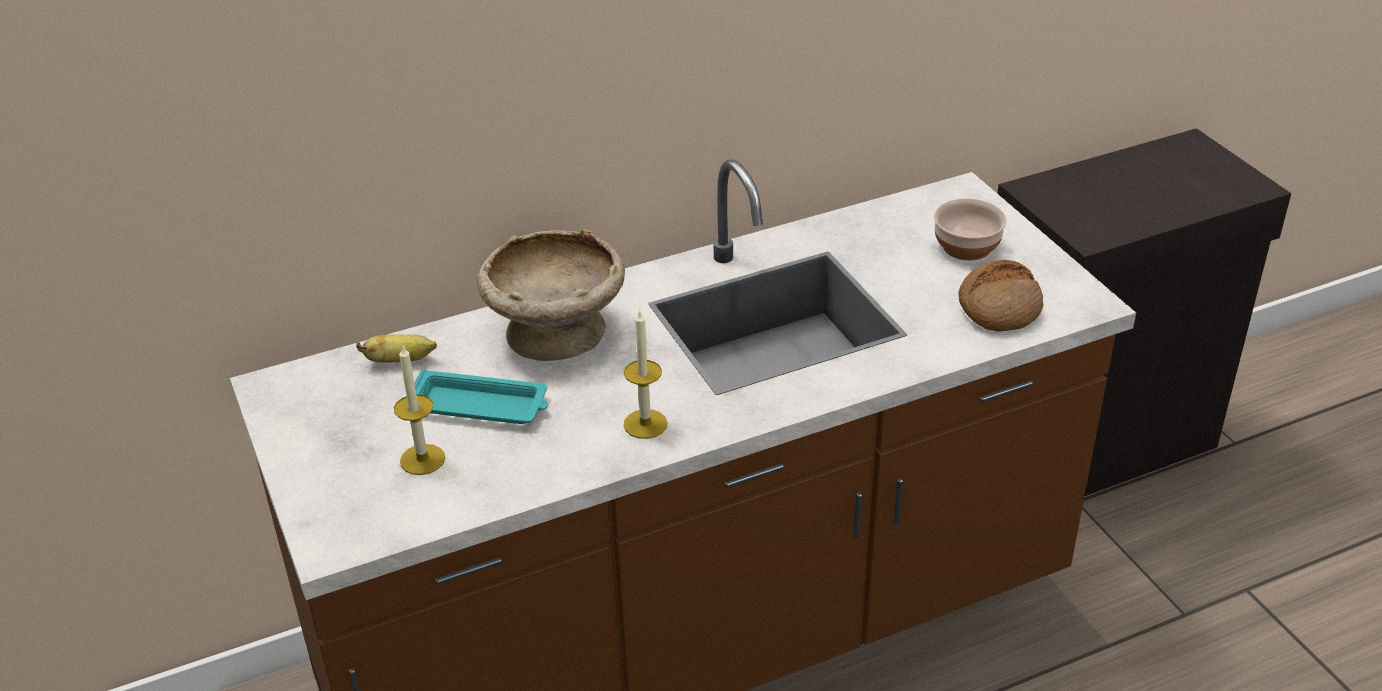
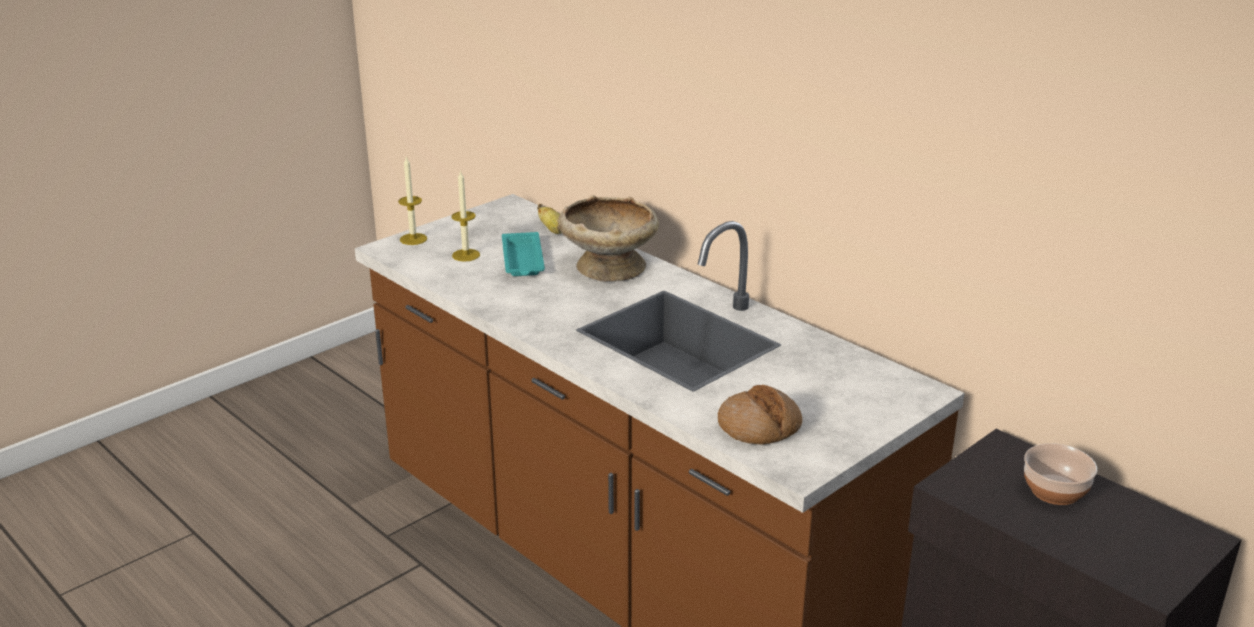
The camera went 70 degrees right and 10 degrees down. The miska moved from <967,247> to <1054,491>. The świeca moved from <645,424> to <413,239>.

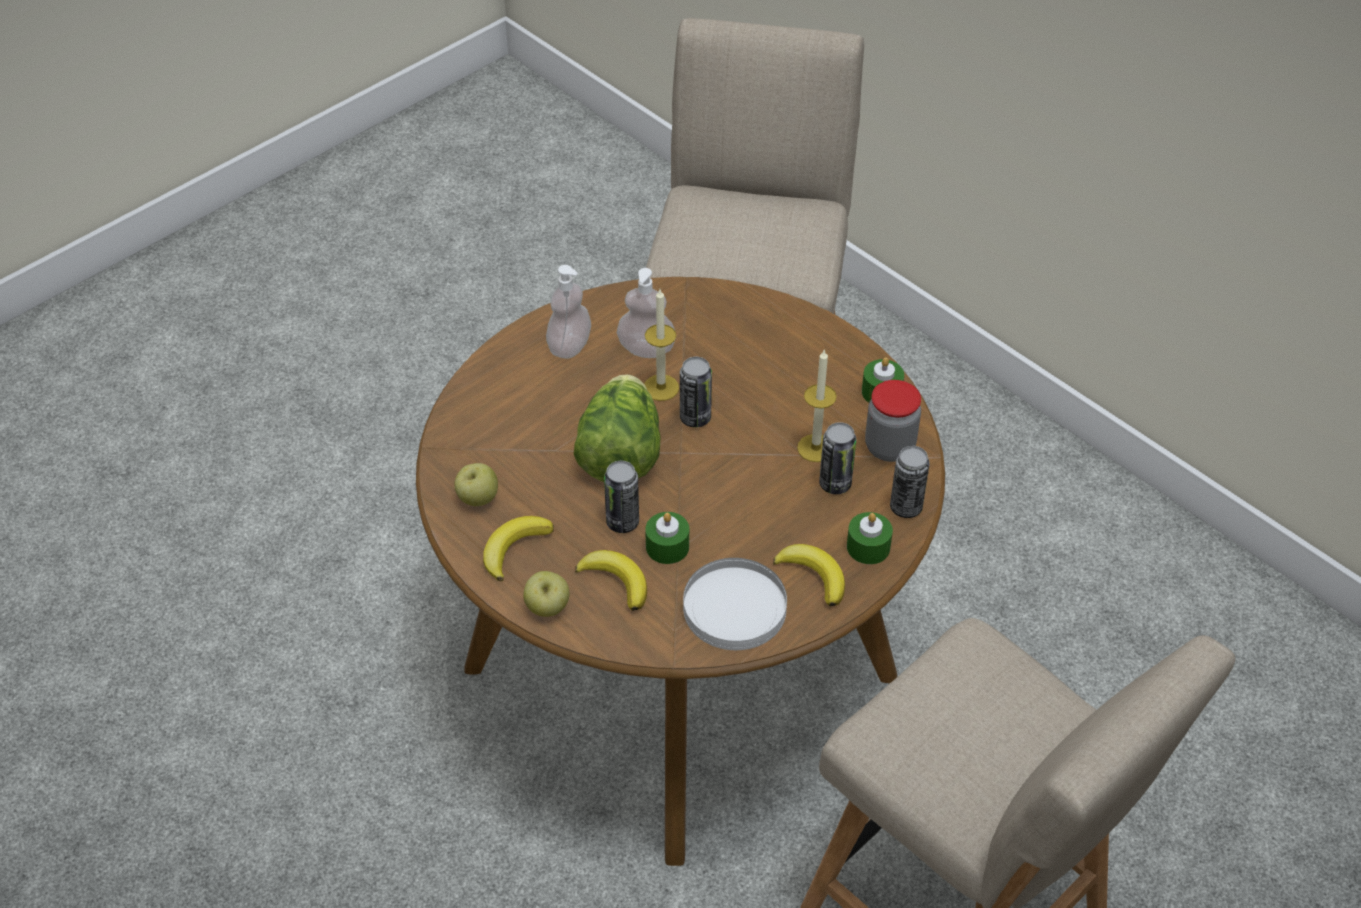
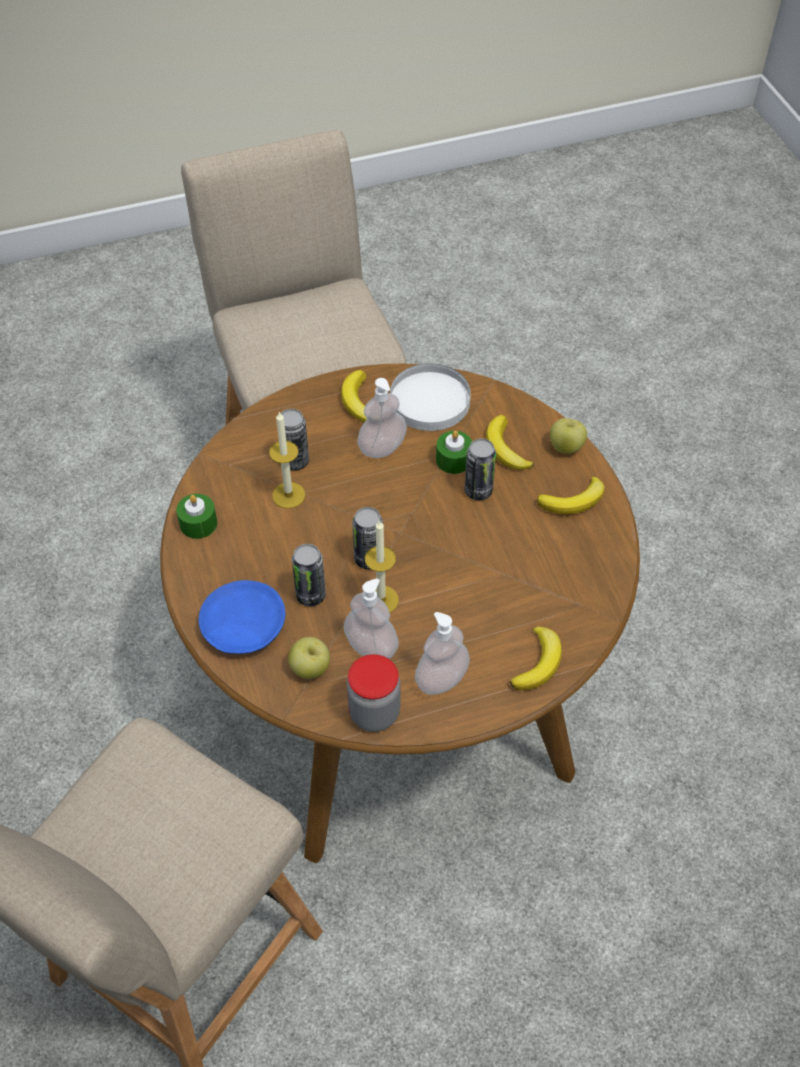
The camera went 155 degrees left and 5 degrees up. The sałata at <620,454> disappeared. The słoik moved from <889,447> to <374,713>. The puszka moved from <906,507> to <310,595>. The jabłko moved from <478,499> to <310,668>. The świeca (zielony) at <868,547> disappeared. The dozownik mydła at <382,447> appeared. The talerz (niebieski) at <242,626> appeared. The banan at <538,662> appeared.

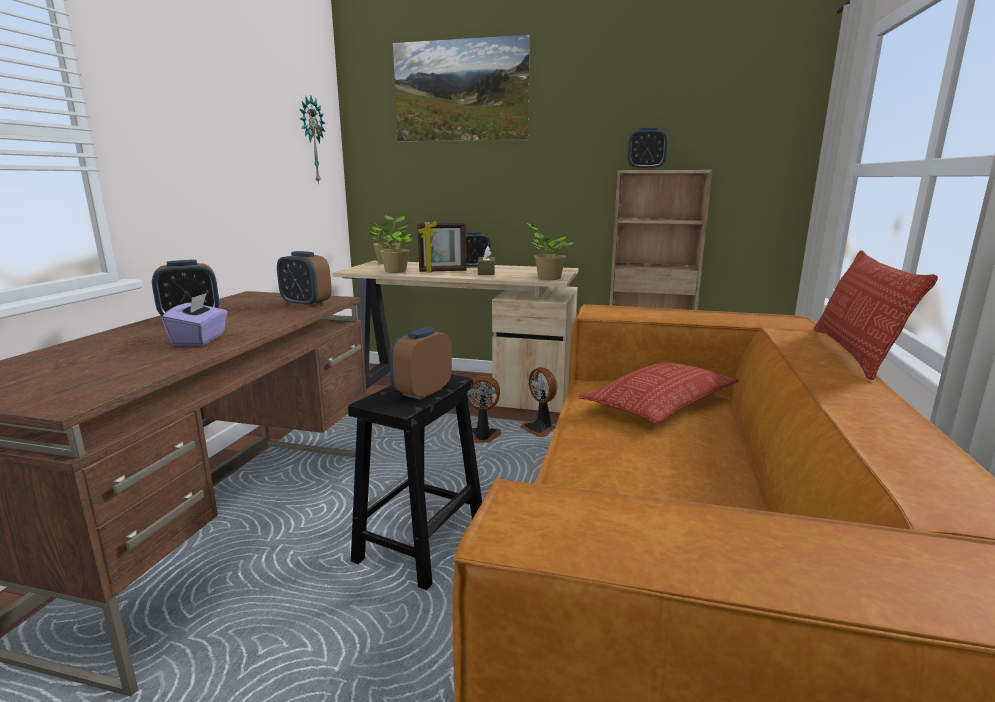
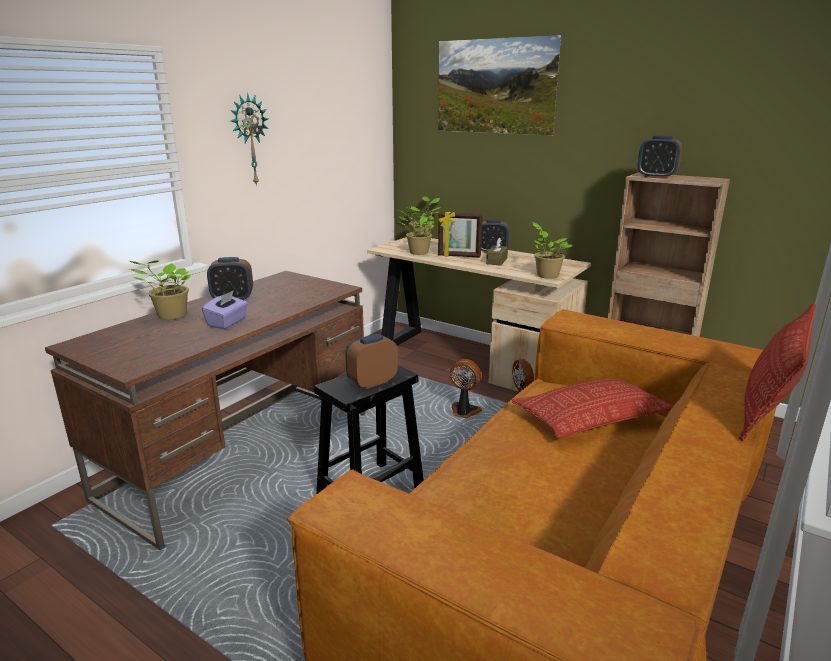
The camera went 20 degrees right and 5 degrees up. The zegar ścienny moved from <311,140> to <249,140>. The budzik at <306,304> disappeared. The roślina doniczkowa at <170,316> appeared.

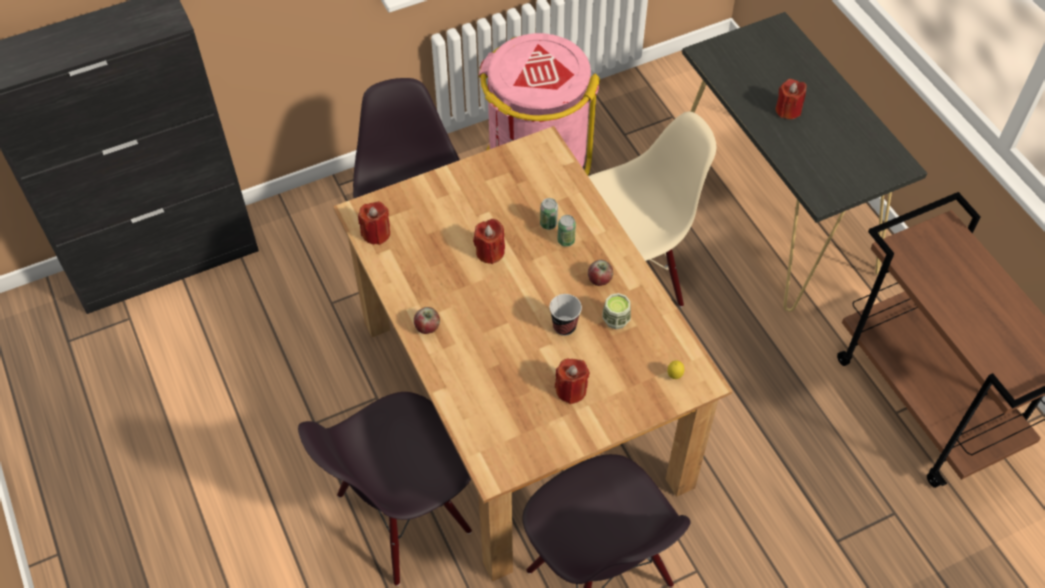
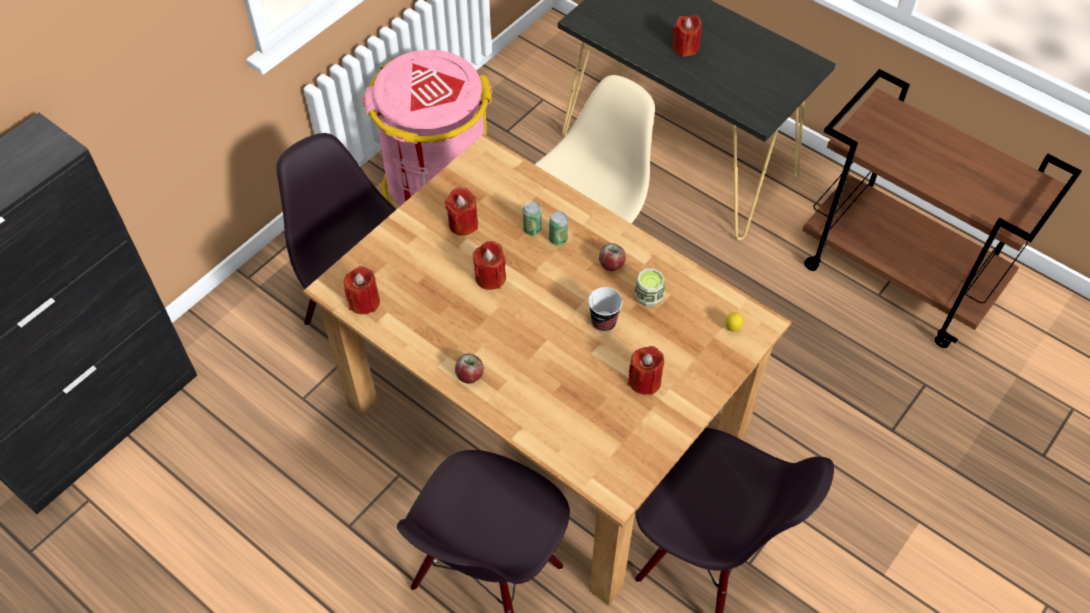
The camera went 25 degrees left and 0 degrees up. The świeca (czerwony) at <463,224> appeared.

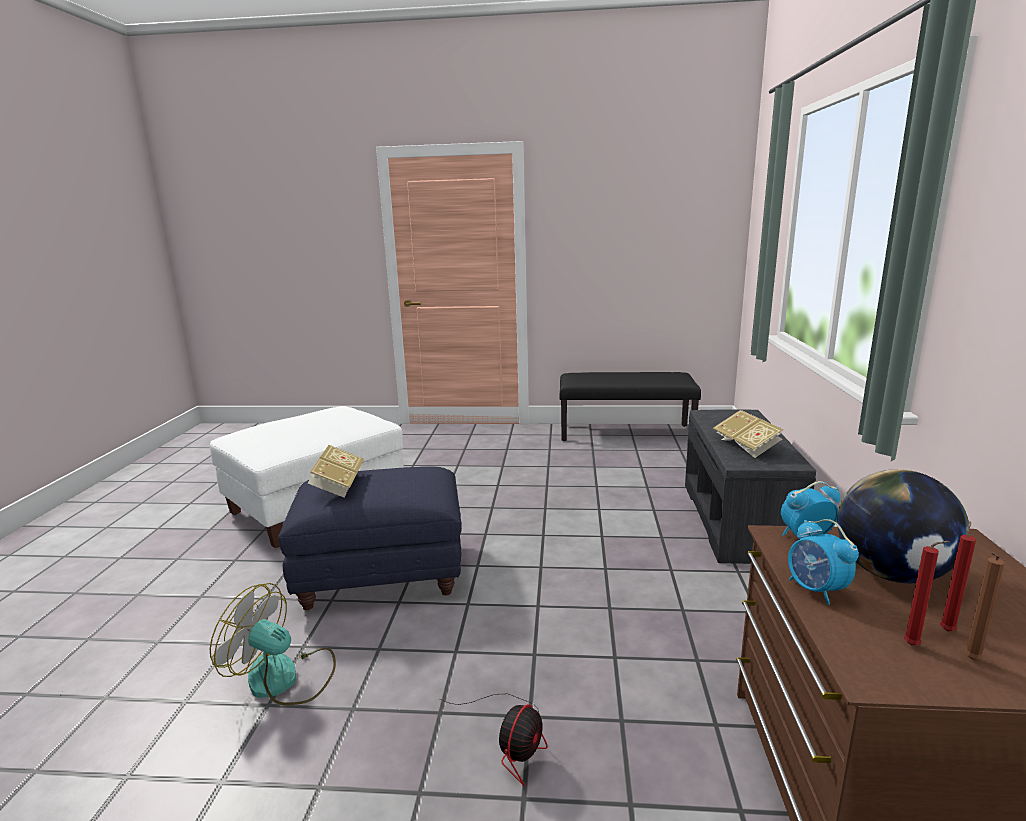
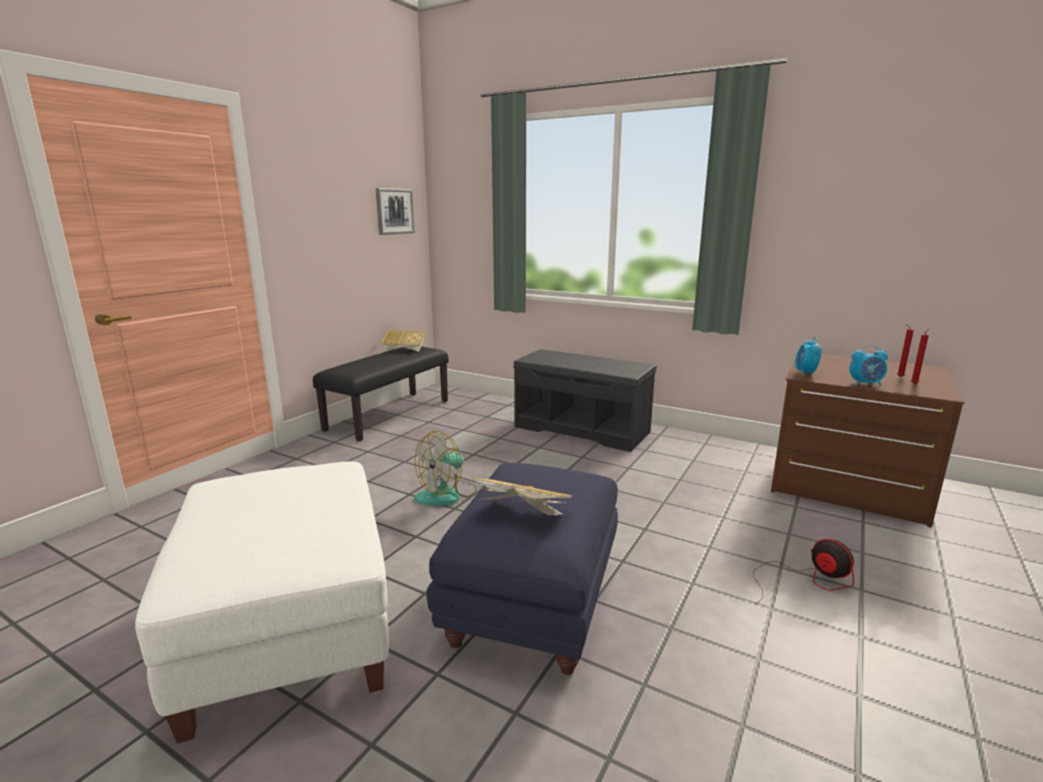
The camera went 65 degrees left and 0 degrees up. The książka moved from <746,447> to <404,349>. The globus at <891,574> disappeared. The świeca (brązowy) at <970,660> disappeared. The wentylator moved from <284,679> to <447,494>. The obraz at <394,211> appeared.

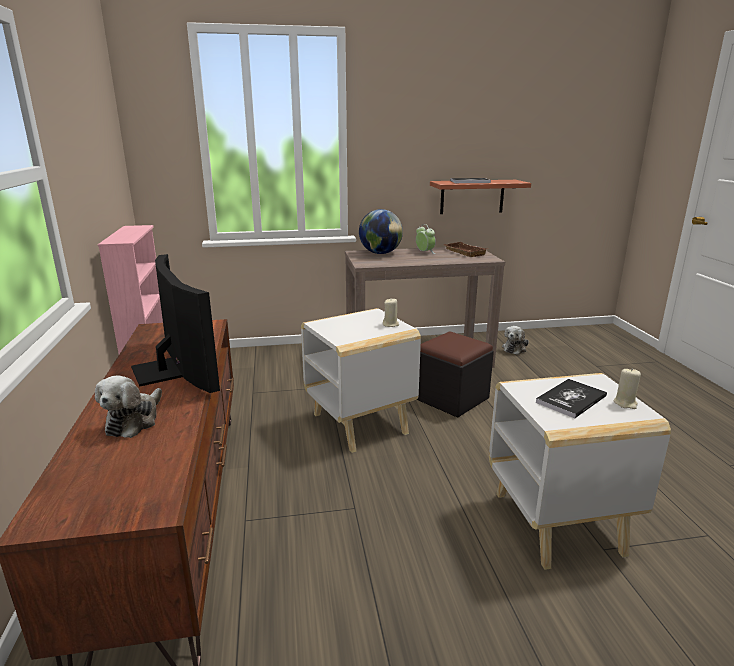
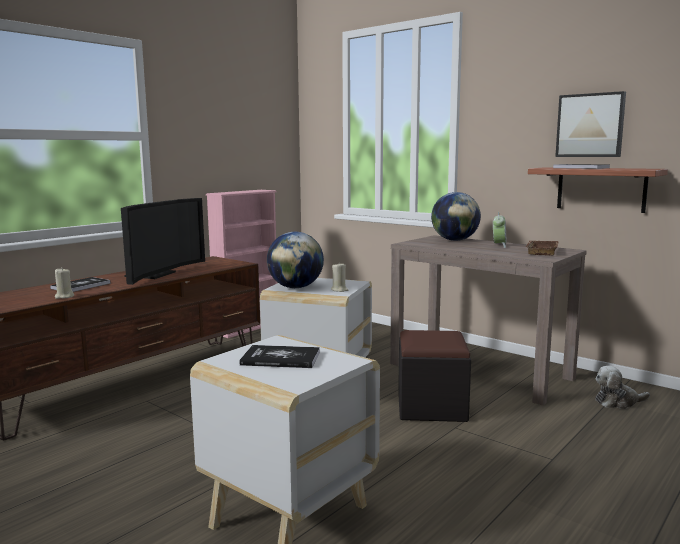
The camera went 50 degrees right and 10 degrees down. The świeca (beżowy) moved from <625,403> to <64,297>. The pluszak at <134,420> was replaced by the książka at <81,286>. The obraz at <590,125> appeared. The globus at <295,287> appeared.

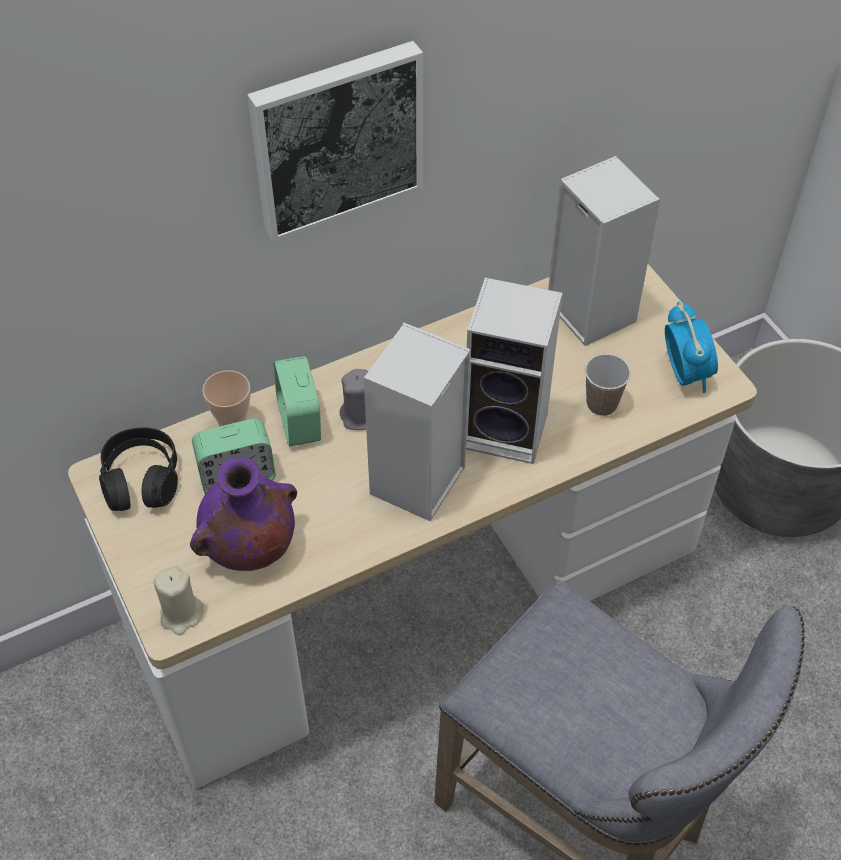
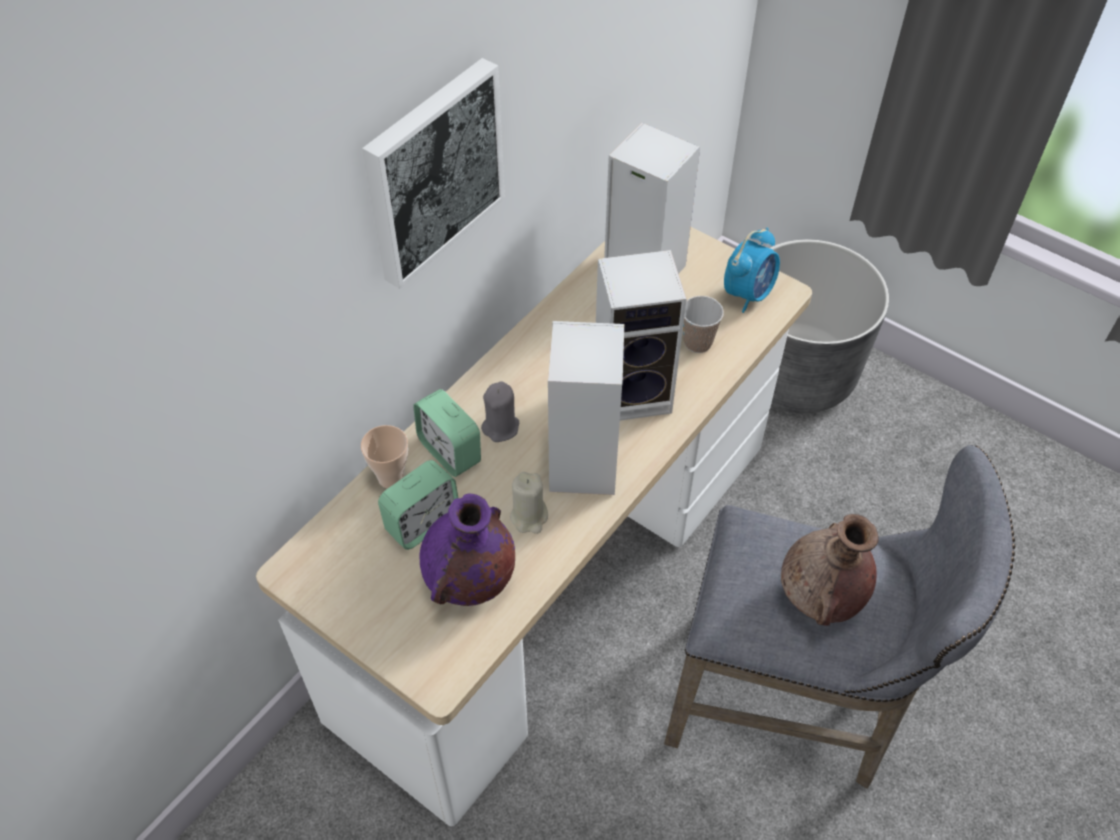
The camera went 25 degrees left and 0 degrees up. The budzik at <685,373> turned 75 degrees clockwise. The słuchawki (czarny) at <141,479> disappeared. The świeca (beżowy) moved from <181,615> to <529,517>. The wazon (brązowy) at <820,598> appeared.

